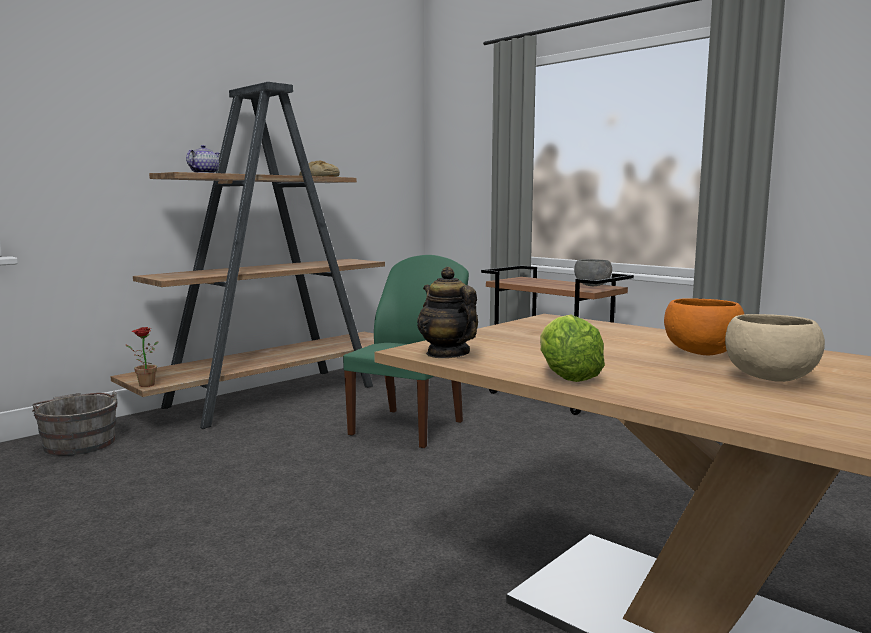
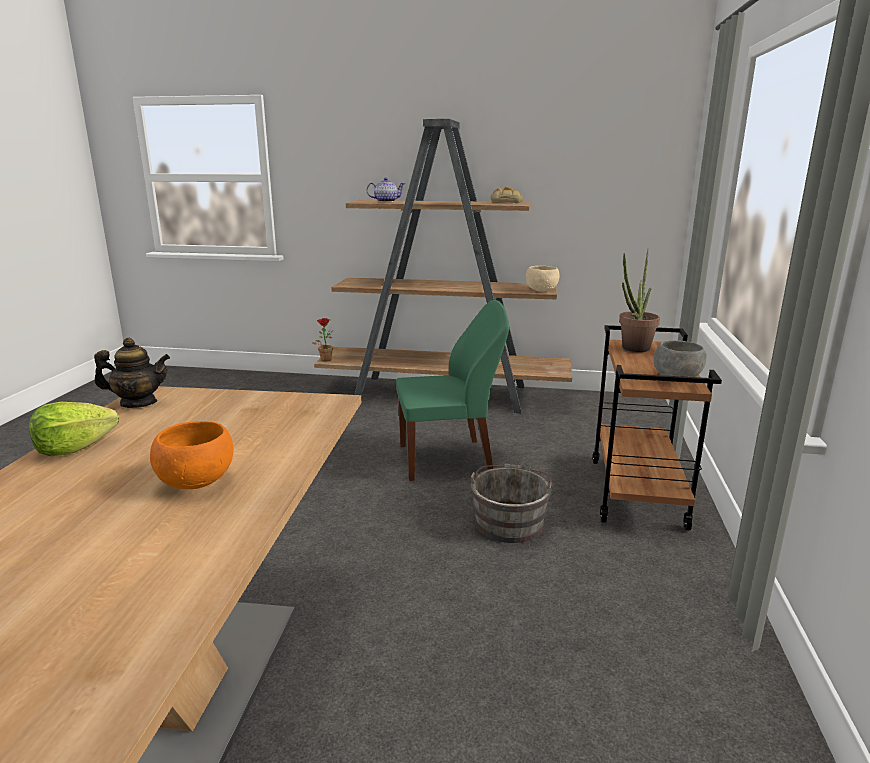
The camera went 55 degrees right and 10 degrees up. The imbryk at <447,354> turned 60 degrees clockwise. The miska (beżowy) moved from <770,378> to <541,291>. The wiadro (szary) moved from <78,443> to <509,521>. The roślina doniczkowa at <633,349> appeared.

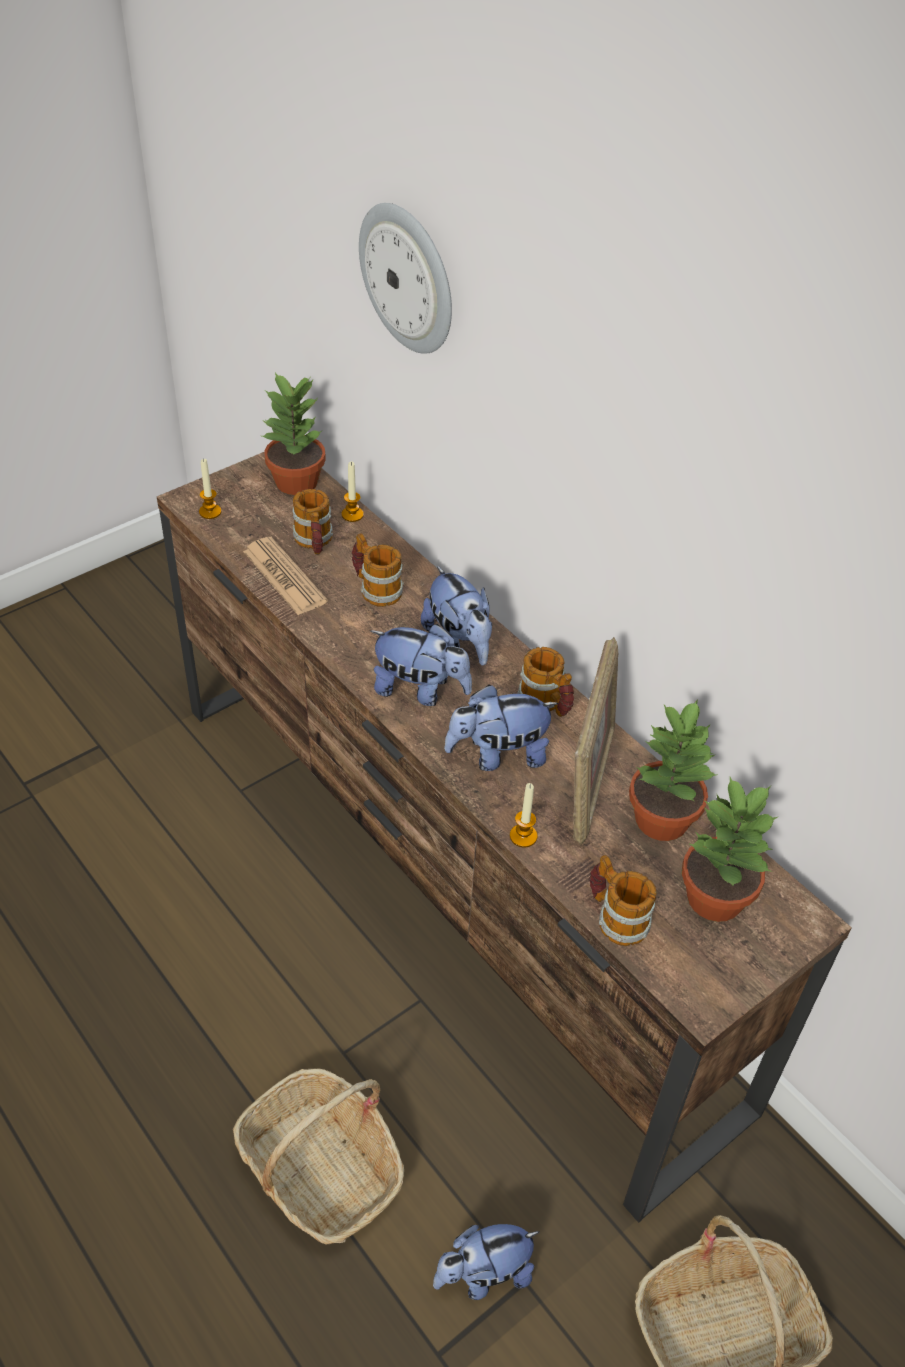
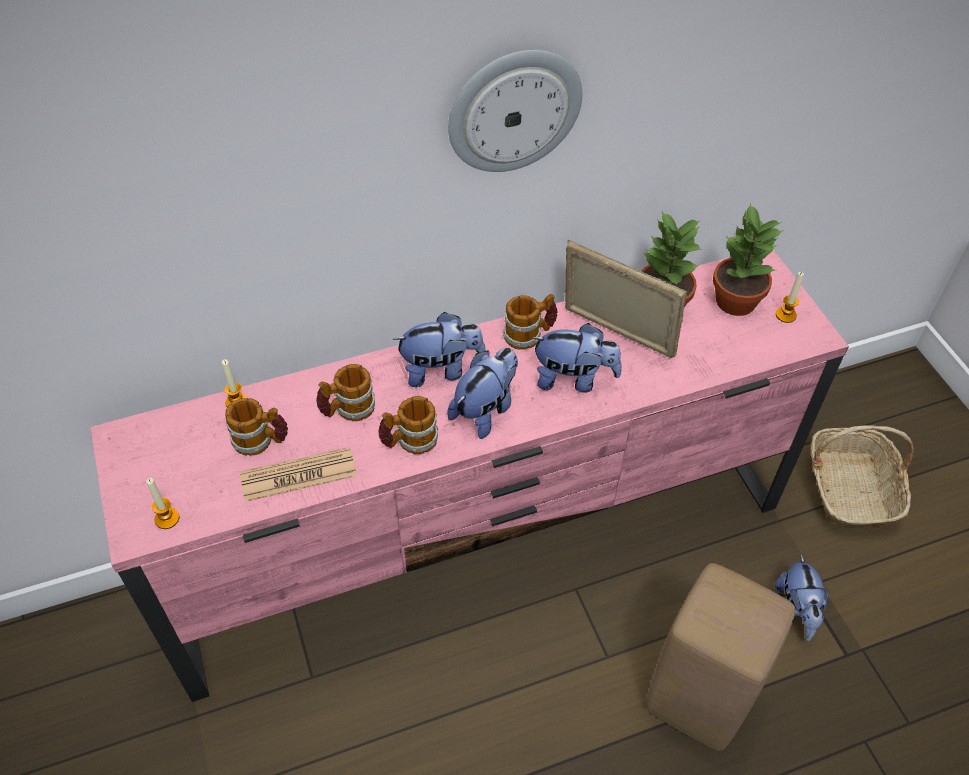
The camera went 70 degrees left and 5 degrees up. The zegar ścienny moved from <408,278> to <514,110>. The roślina doniczkowa at <297,482> disappeared. The szafka pod telewizor (brązowy) at <444,893> became the szafka pod telewizor (różowy) at <484,544>. The pluszak at <498,755> turned 90 degrees counterclockwise. The świeca moved from <523,836> to <785,315>. The kubek moved from <615,917> to <409,441>. The koszyk at <321,1168> was replaced by the stołek (beżowy) at <700,697>.

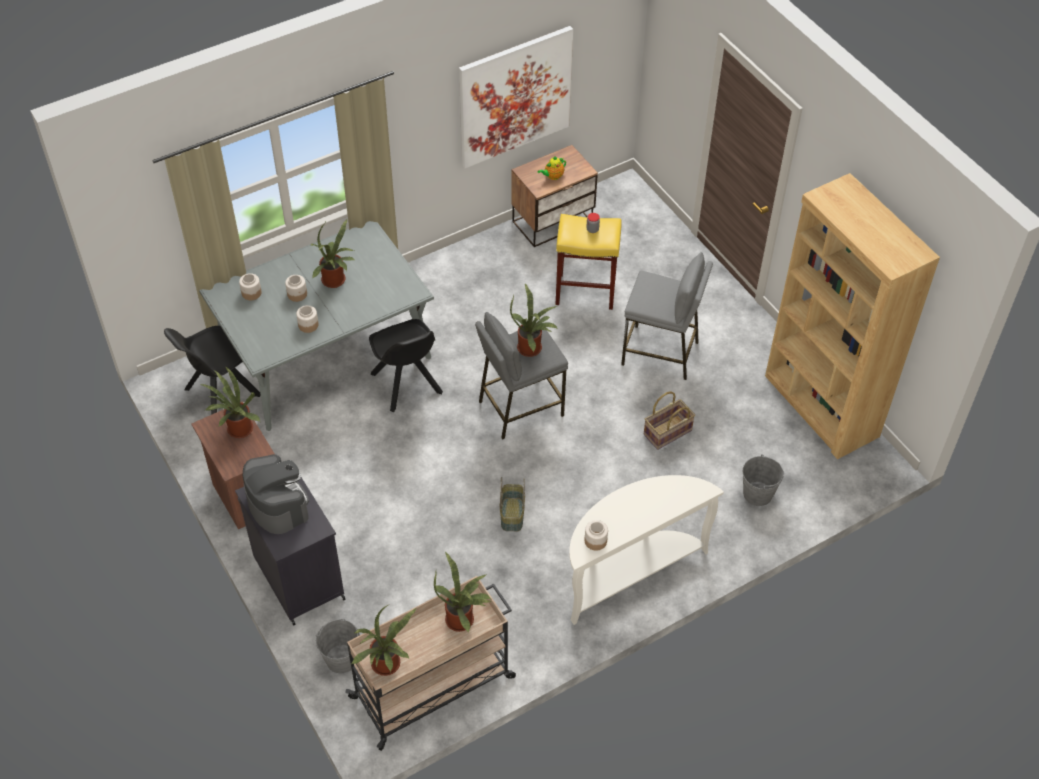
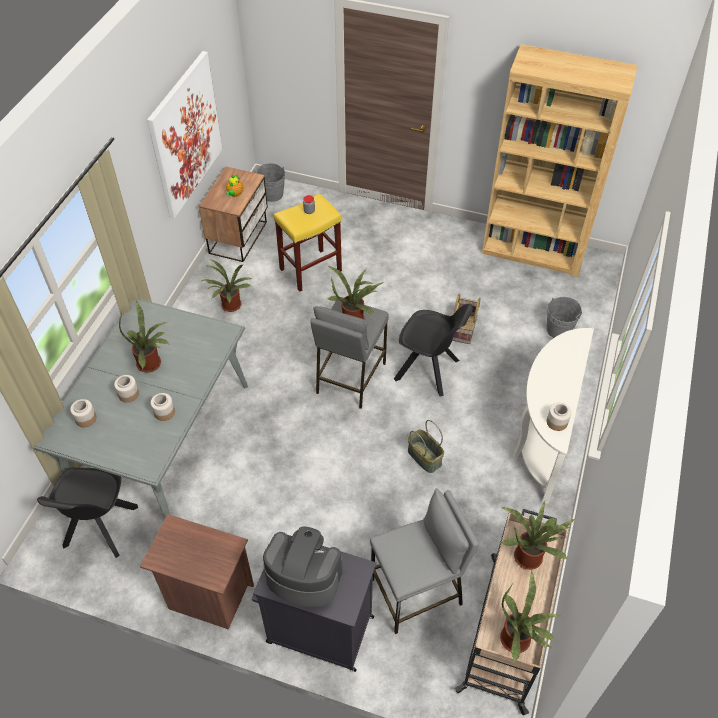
The camera went 40 degrees left and 0 degrees up. The stołek (szary) moved from <660,353> to <417,592>. The krzesło (czarny) moved from <407,385> to <428,370>. The roślina doniczkowa moved from <237,430> to <230,307>. The wiadro (szary) moved from <341,659> to <272,194>.

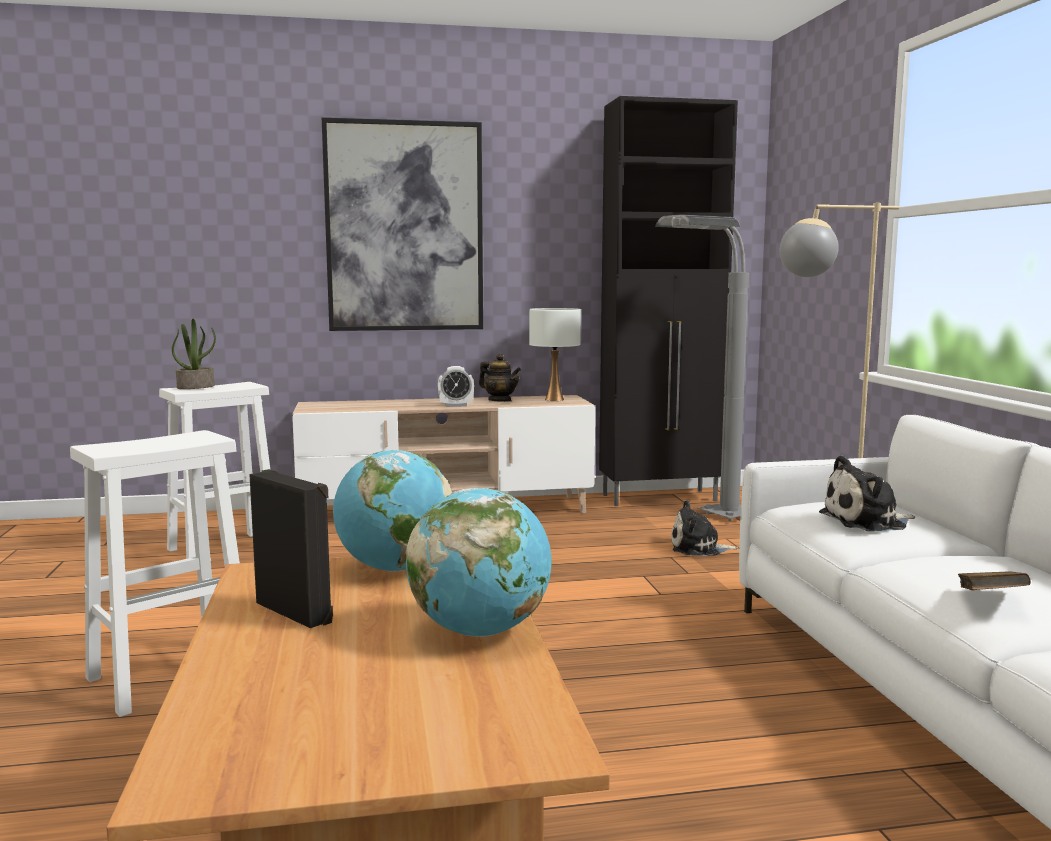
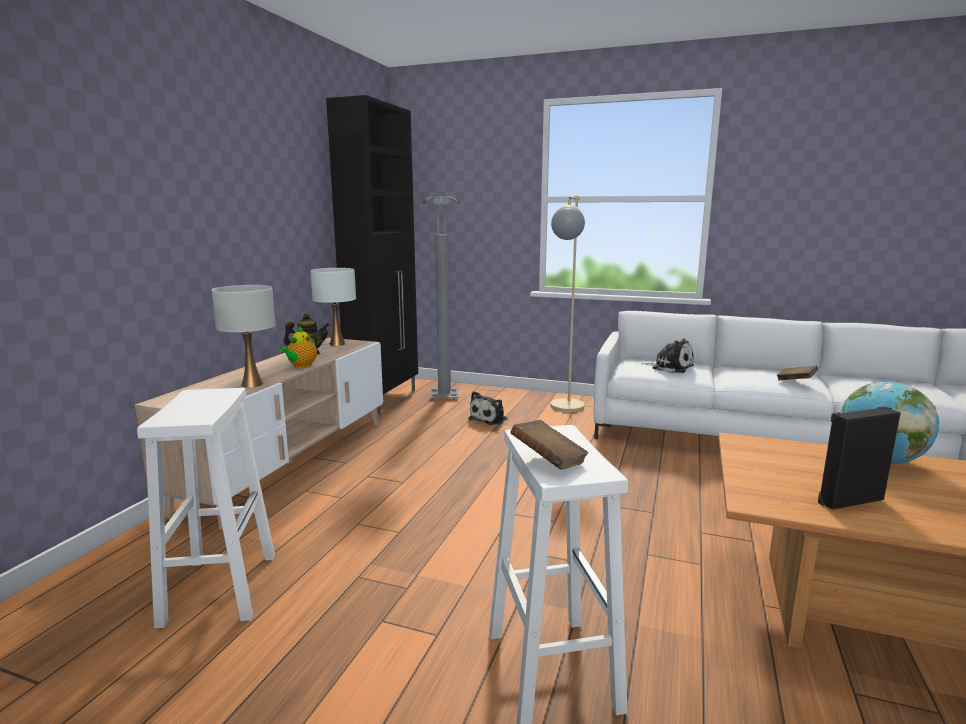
The camera went 60 degrees left and 5 degrees up. The obraz at <404,227> disappeared. The roślina doniczkowa at <196,387> disappeared. The budzik at <456,405> was replaced by the imbryk at <301,366>. The globus at <395,569> disappeared. The pluszak at <867,521> turned 75 degrees counterclockwise. The lampa stołowa (biały) at <252,384> appeared. The książka (brązowy) at <548,460> appeared.

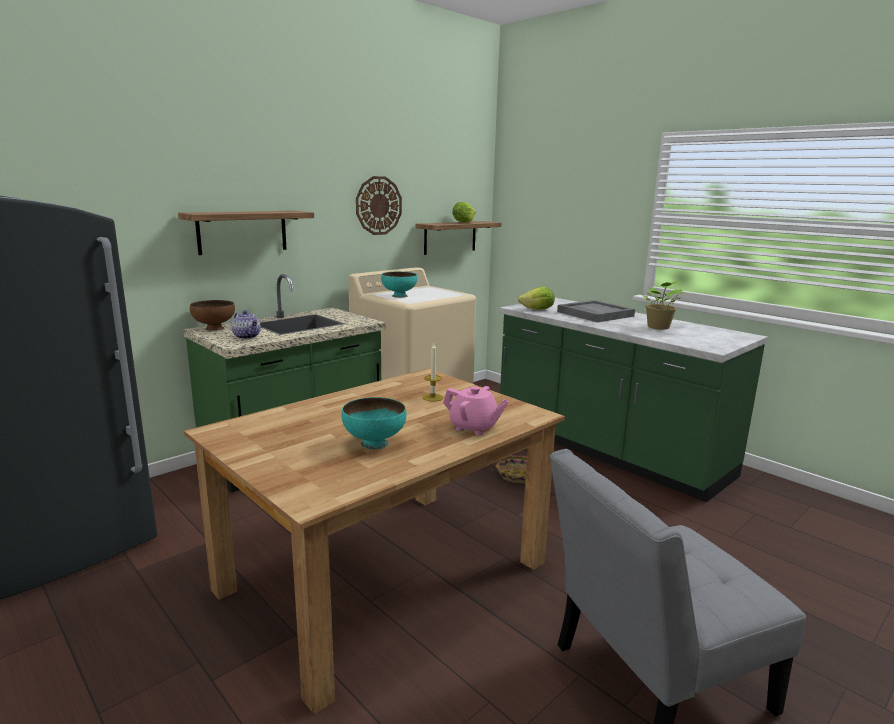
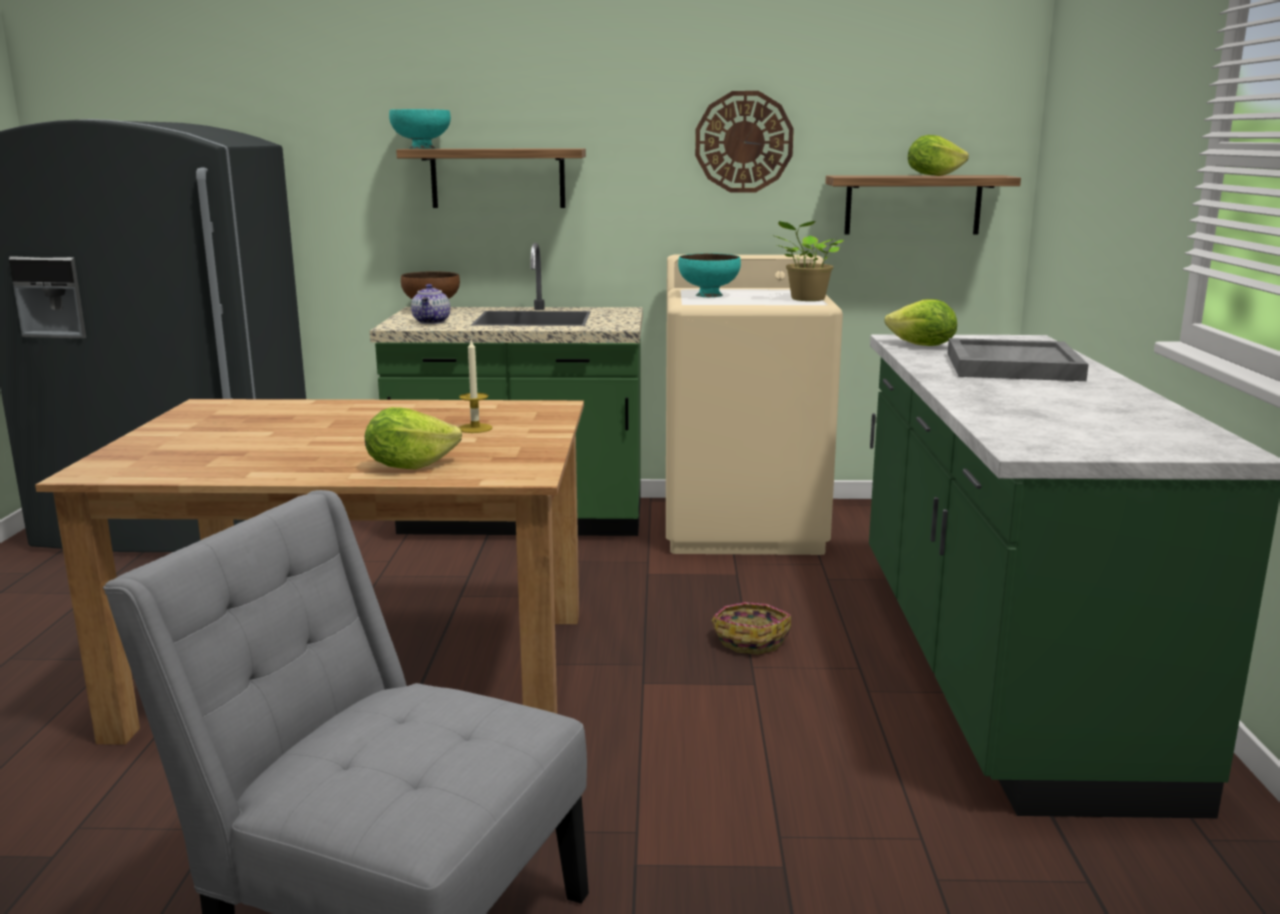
The camera went 45 degrees right and 0 degrees up. The roślina doniczkowa moved from <658,327> to <806,299>. The imbryk (różowy) at <474,427> was replaced by the sałata at <409,466>. The miska (turkusowy) moved from <374,444> to <421,148>.

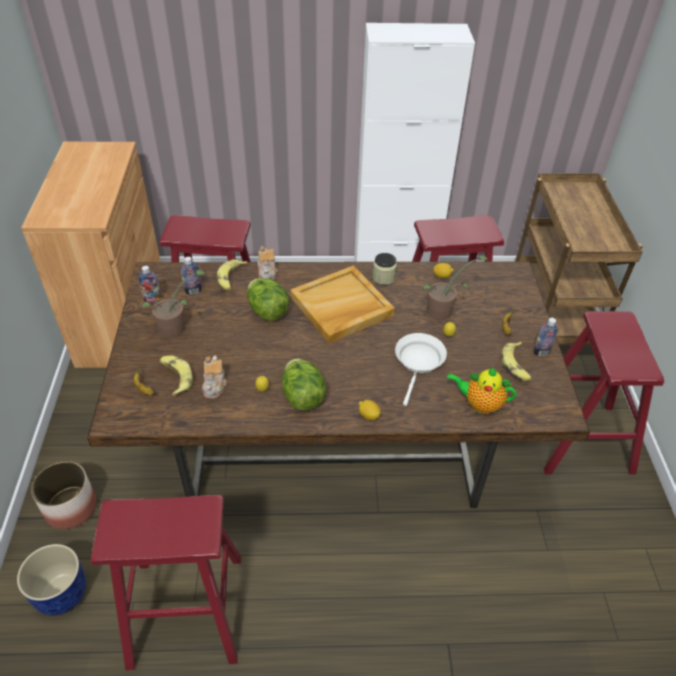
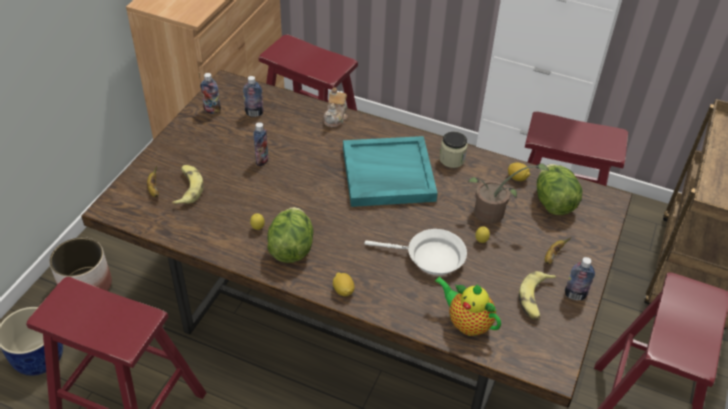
The camera went 25 degrees right and 0 degrees up. The banan at <231,279> disappeared. The taca (beżowy) at <341,307> became the taca (turkusowy) at <387,175>. The roślina doniczkowa at <176,328> disappeared. The sałata moved from <267,311> to <553,203>. The patelnia (biały) at <419,362> turned 60 degrees clockwise. The imbryk at <215,385> disappeared. The butelka at <262,160> appeared.

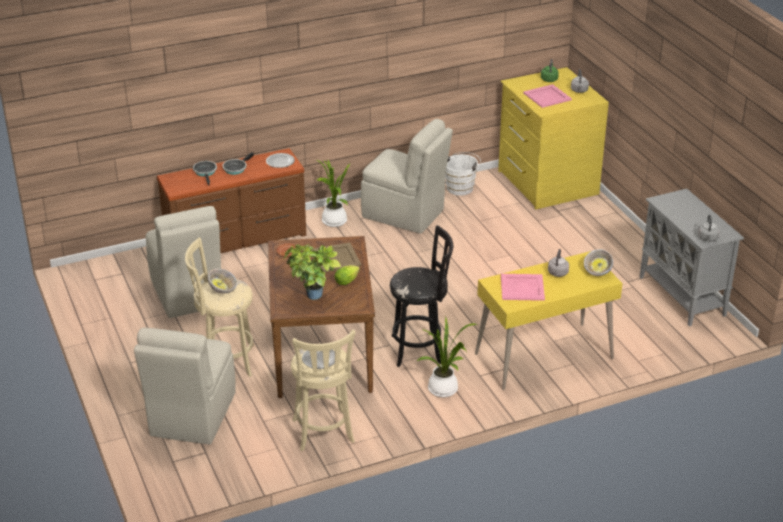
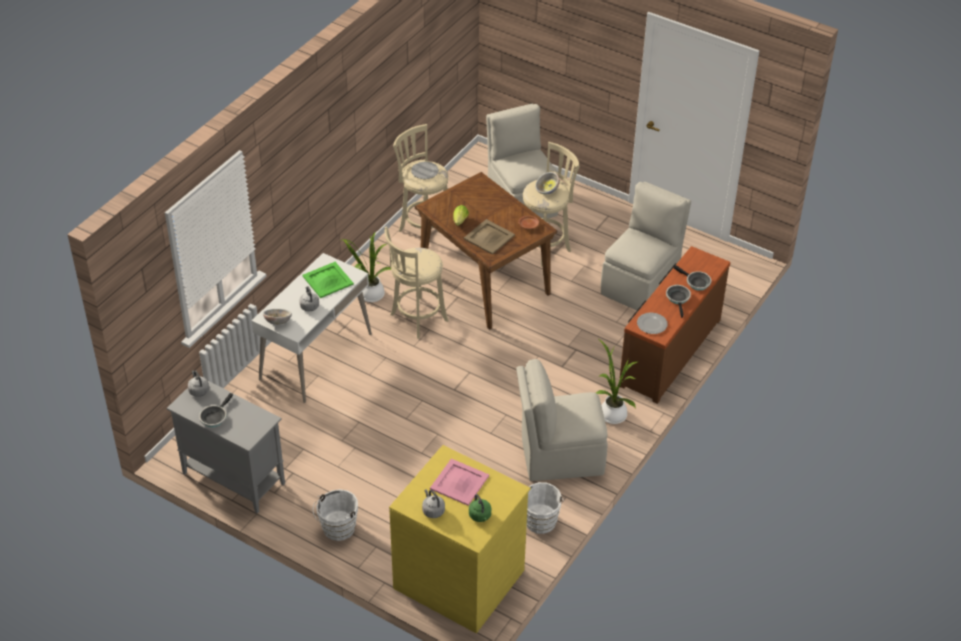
The camera went 145 degrees right and 10 degrees up. The krzesło (beżowy) at <187,294> turned 90 degrees clockwise. The stołek (czarny) at <420,349> became the stołek (beżowy) at <416,319>. The roślina doniczkowa at <311,298> disappeared. The biurko (żółty) at <544,357> became the biurko (biały) at <315,357>. The taca (różowy) at <522,287> became the taca (zielony) at <327,280>. The patelnia at <214,417> appeared. The wiadro (biały) at <337,530> appeared.

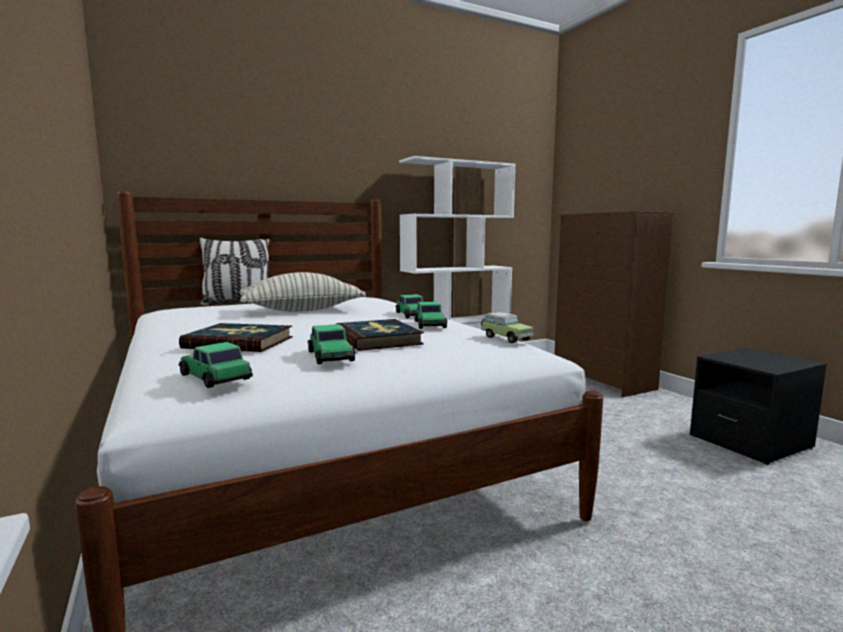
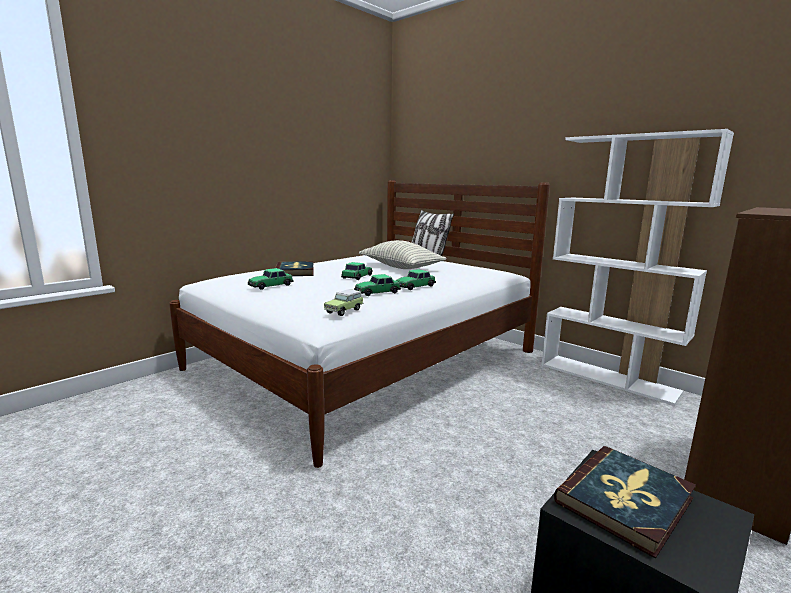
The camera went 70 degrees right and 5 degrees up. The książka moved from <378,339> to <625,500>. The samochodzik moved from <215,377> to <357,276>.

